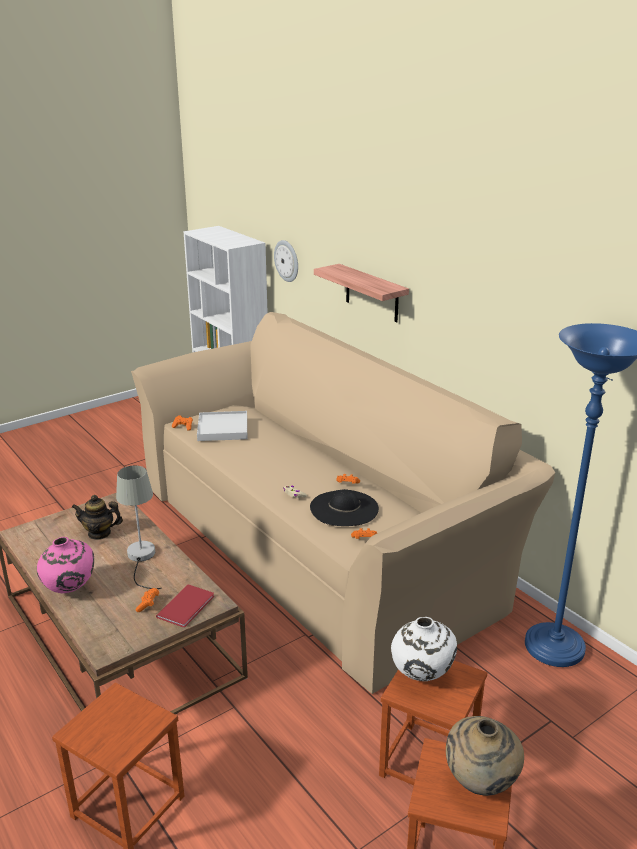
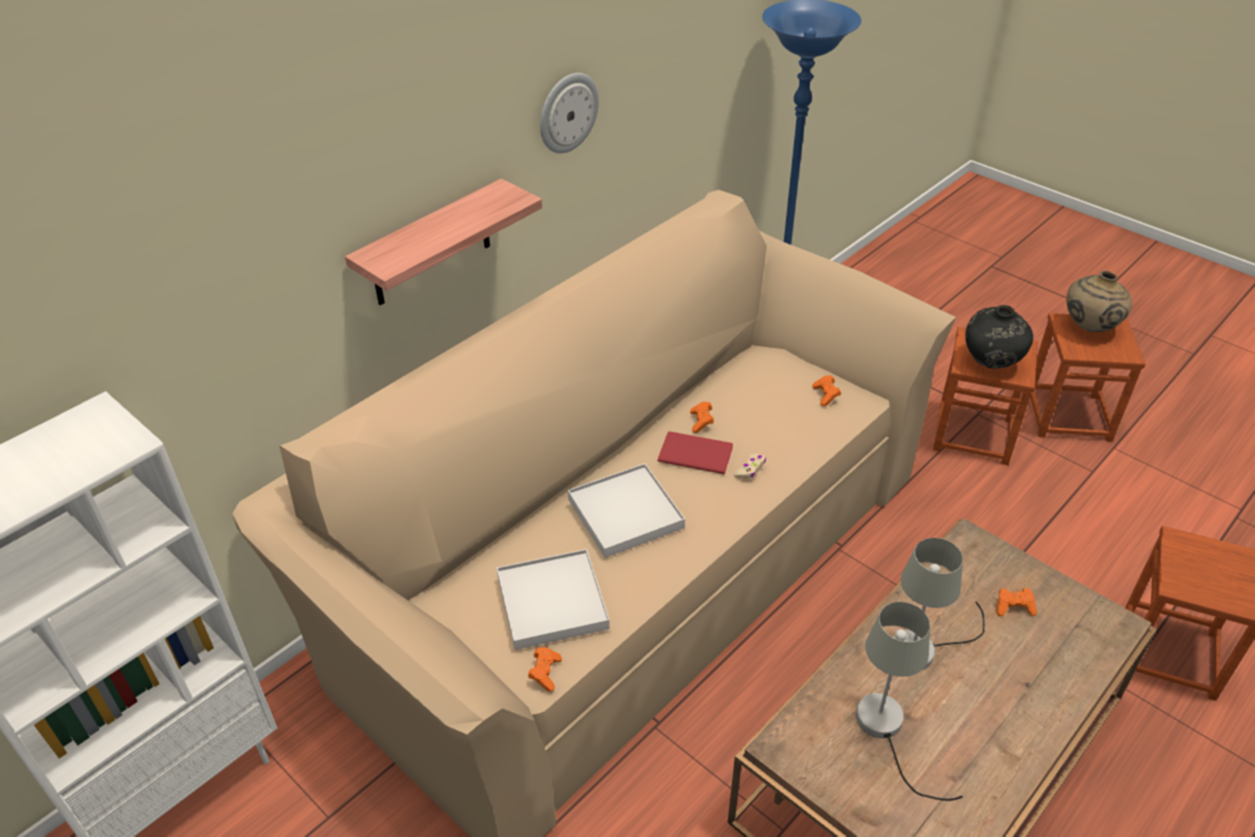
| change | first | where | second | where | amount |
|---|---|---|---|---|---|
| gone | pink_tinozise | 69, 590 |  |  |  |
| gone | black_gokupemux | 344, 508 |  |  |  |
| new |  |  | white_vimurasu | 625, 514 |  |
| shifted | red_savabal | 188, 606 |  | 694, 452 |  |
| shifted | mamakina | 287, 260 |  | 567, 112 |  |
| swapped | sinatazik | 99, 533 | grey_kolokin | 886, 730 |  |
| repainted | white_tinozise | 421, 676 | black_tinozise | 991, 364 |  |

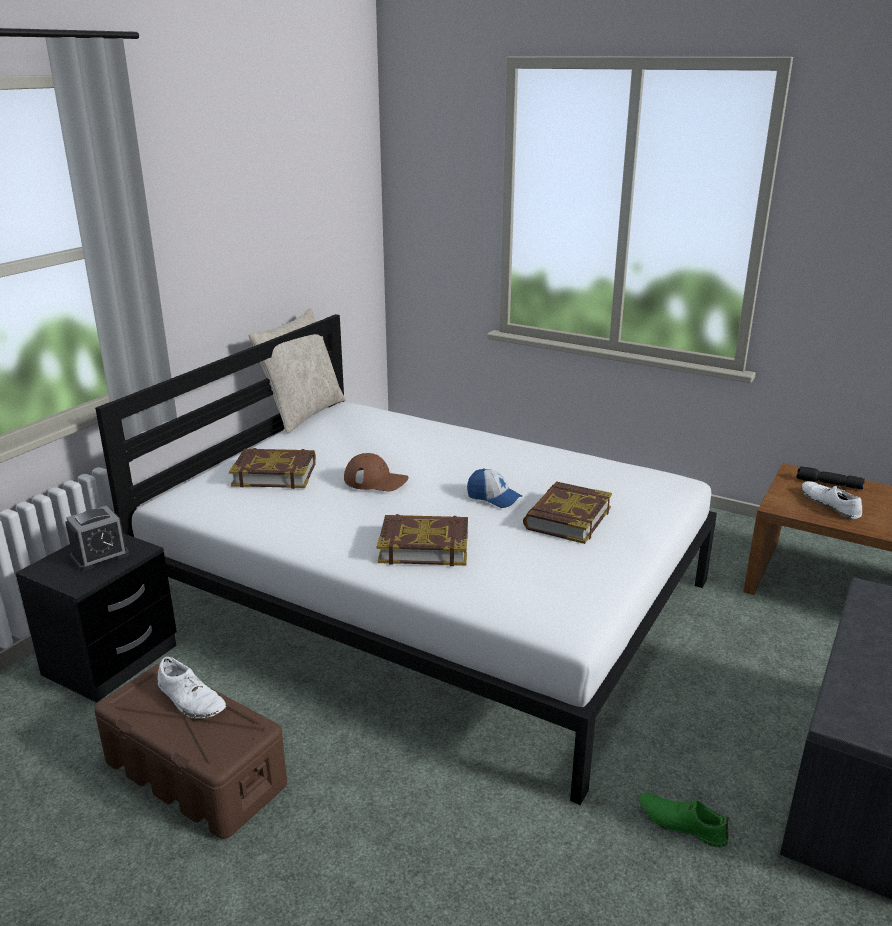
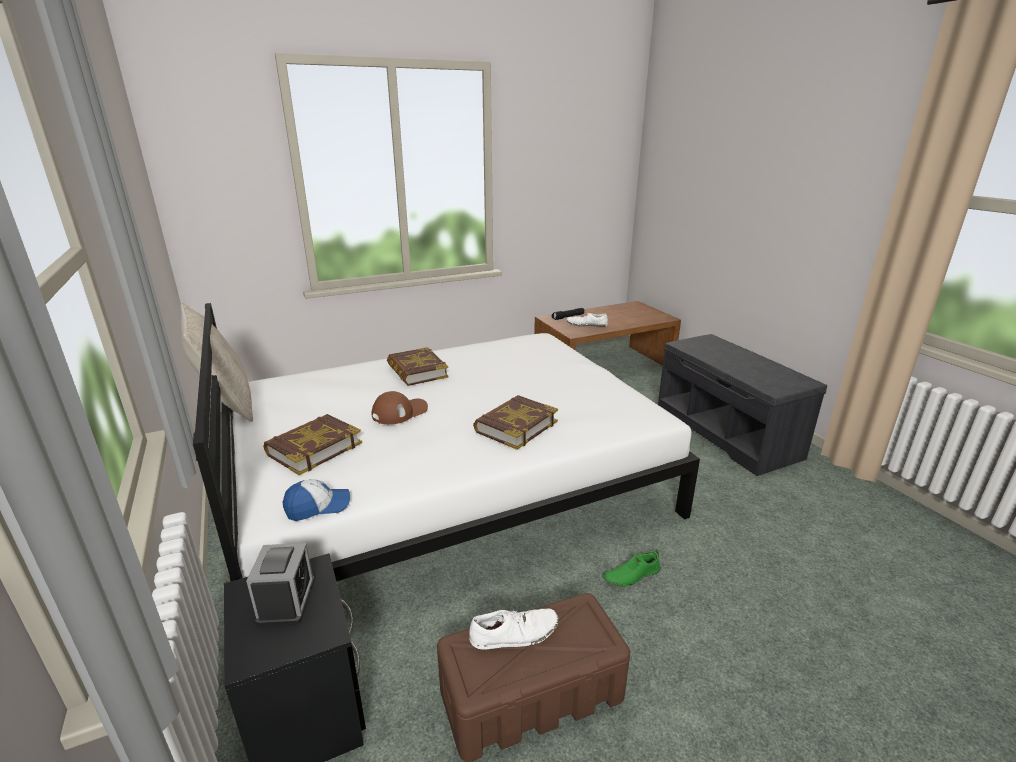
| change | first | where | second | where | amount |
|---|---|---|---|---|---|
| shifted | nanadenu | 493, 497 |  | 318, 507 |  |
| shifted | savabal | 567, 518 |  | 417, 371 |  |
| shifted | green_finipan | 681, 823 |  | 631, 575 |  |

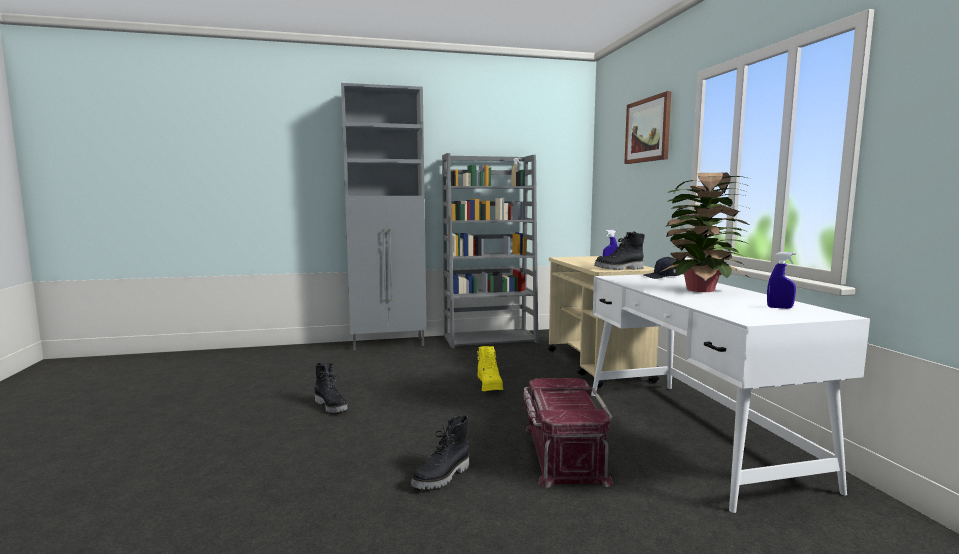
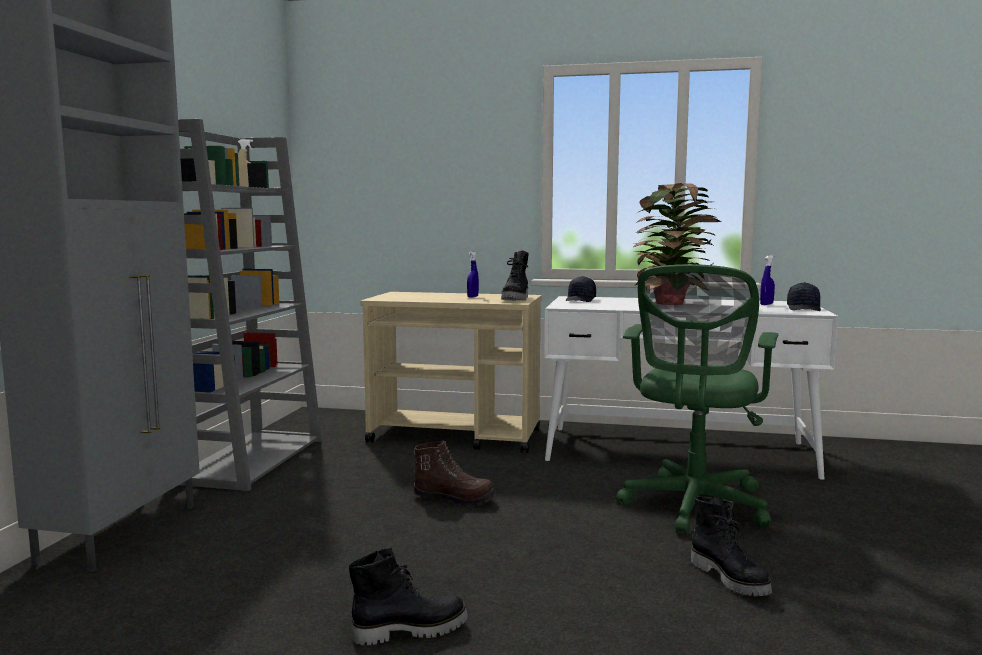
| change | first | where | second | where | amount |
|---|---|---|---|---|---|
| gone | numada | 648, 130 |  |  |  |
| new |  |  | black_nanadenu | 804, 308 |  |
| swapped | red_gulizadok | 562, 453 | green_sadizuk | 694, 507 |  |
| repainted | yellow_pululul | 489, 385 | brown_pululul | 454, 499 |  |

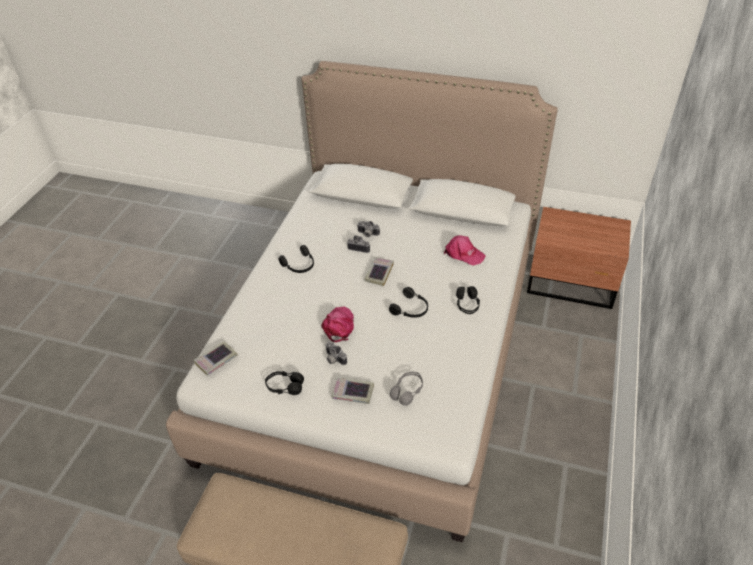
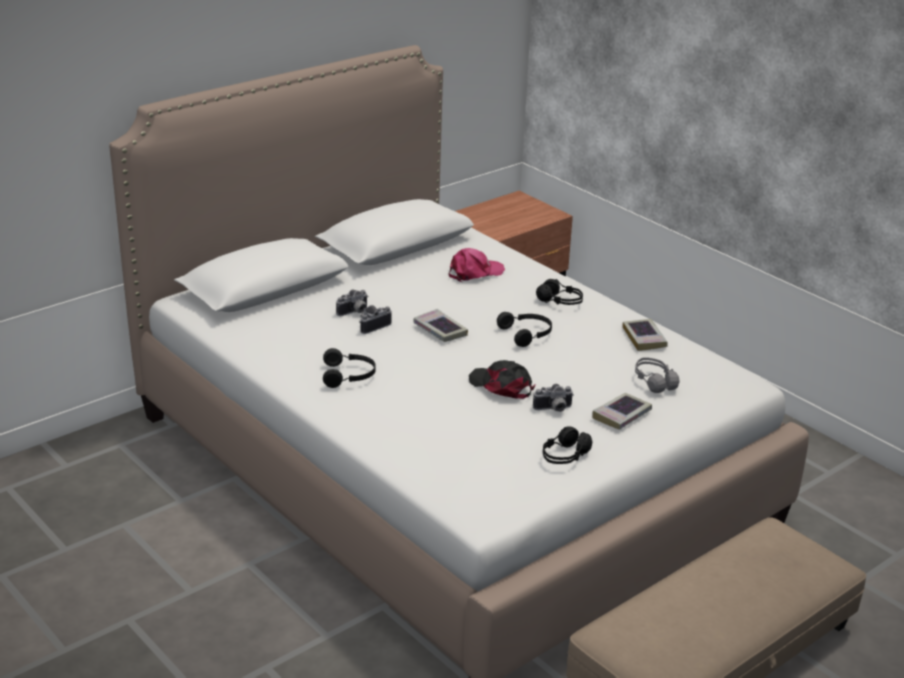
| change | first | where | second | where | amount |
|---|---|---|---|---|---|
| shifted | savabal | 216, 360 |  | 644, 338 |  |
| repainted | pink_nanadenu | 339, 326 | black_nanadenu | 501, 386 |  |

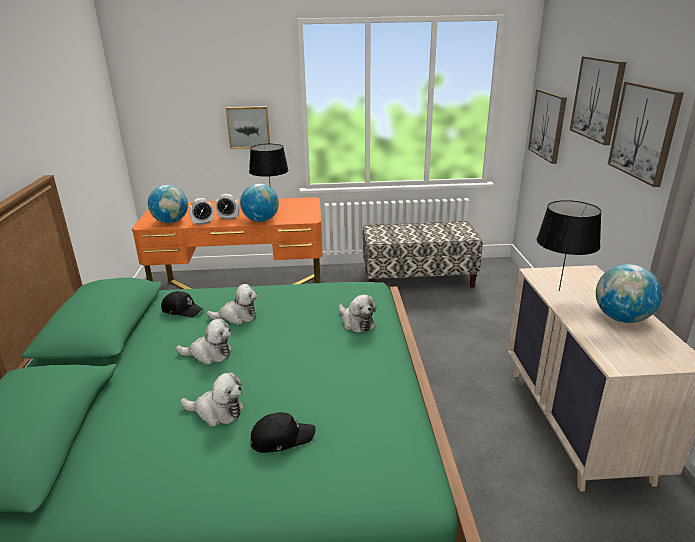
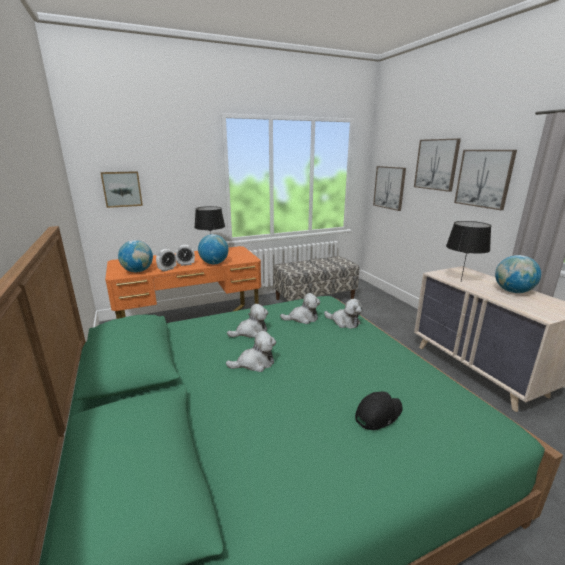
| change | first | where | second | where | amount |
|---|---|---|---|---|---|
| gone | black_nanadenu | 182, 310 |  |  |  |
| shifted | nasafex | 217, 412 |  | 302, 318 |  |
| shifted | numada | 248, 127 |  | 122, 189 |  |

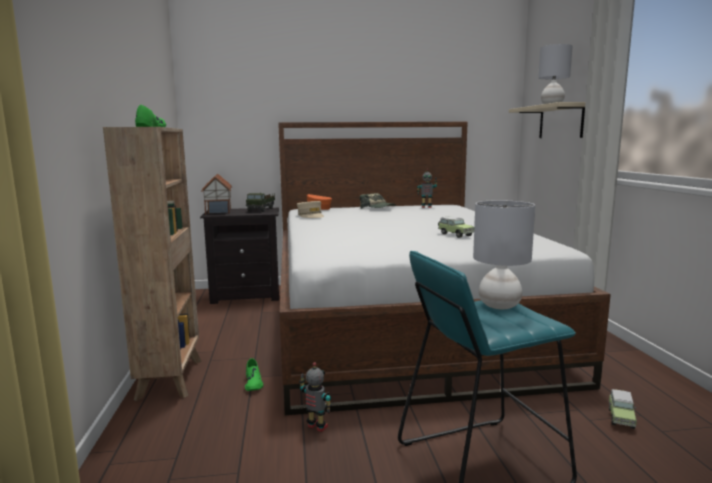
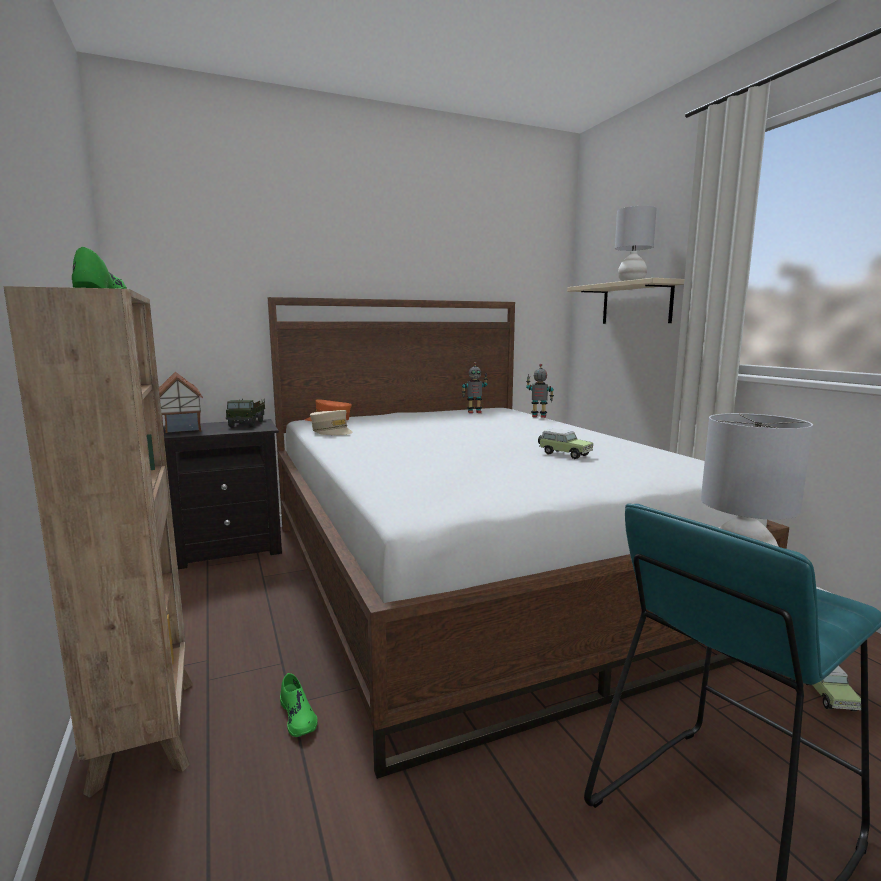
| change | first | where | second | where | amount |
|---|---|---|---|---|---|
| gone | nanadenu | 378, 208 |  |  |  |
| shifted | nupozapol | 316, 427 |  | 538, 416 |  |

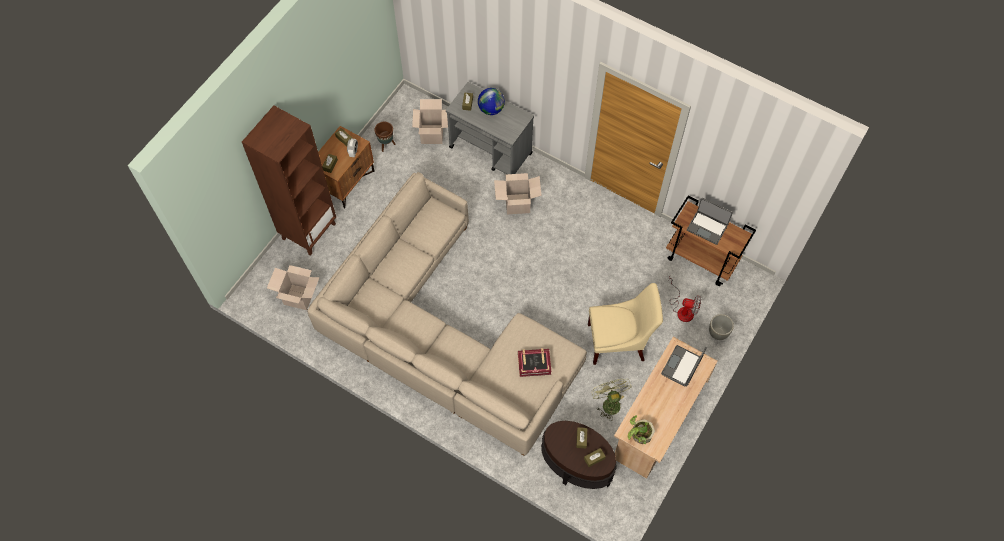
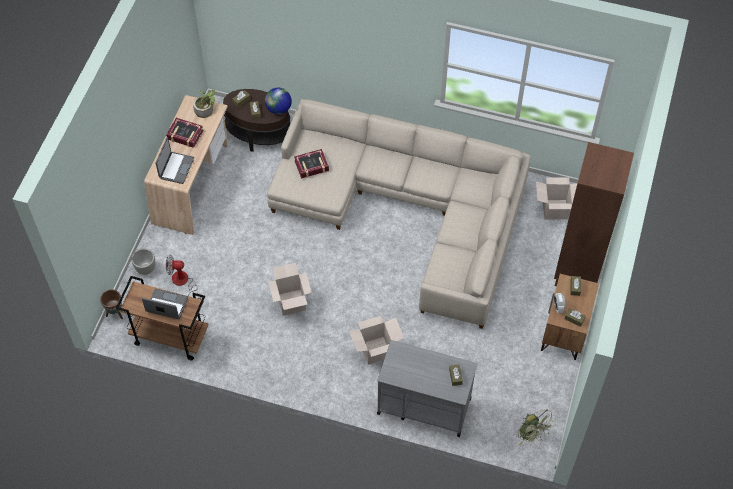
| change | first | where | second | where | amount |
|---|---|---|---|---|---|
| gone | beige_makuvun | 619, 342 |  |  |  |
| new |  |  | savabal | 185, 135 |  |
| shifted | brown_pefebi | 386, 144 |  | 115, 313 |  |
| shifted | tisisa | 432, 134 |  | 291, 302 |  |
| shifted | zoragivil | 491, 109 |  | 278, 109 |  |
| shifted | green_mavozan | 609, 402 |  | 532, 435 |  |

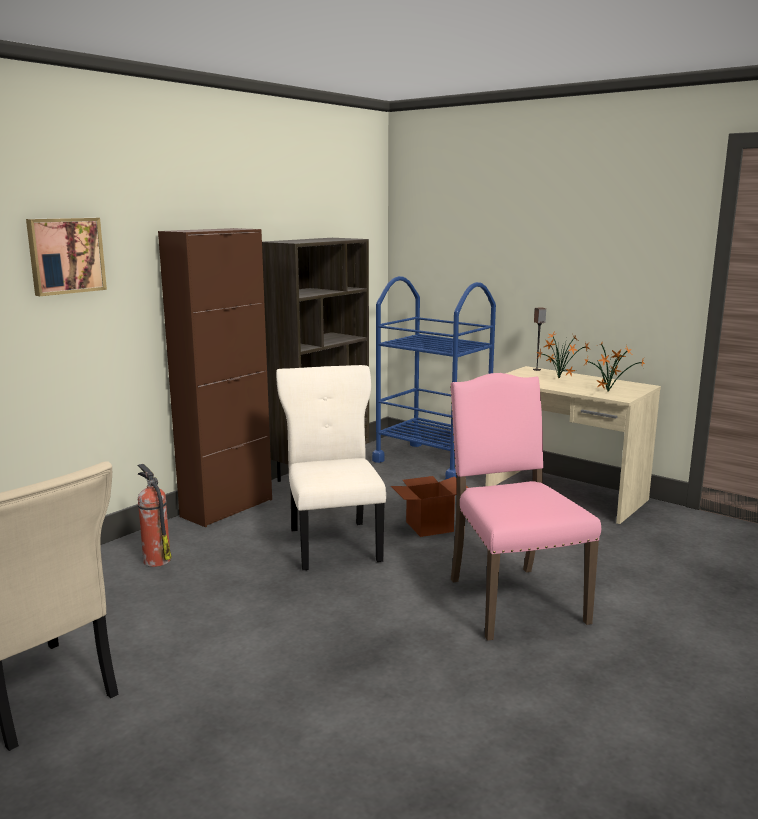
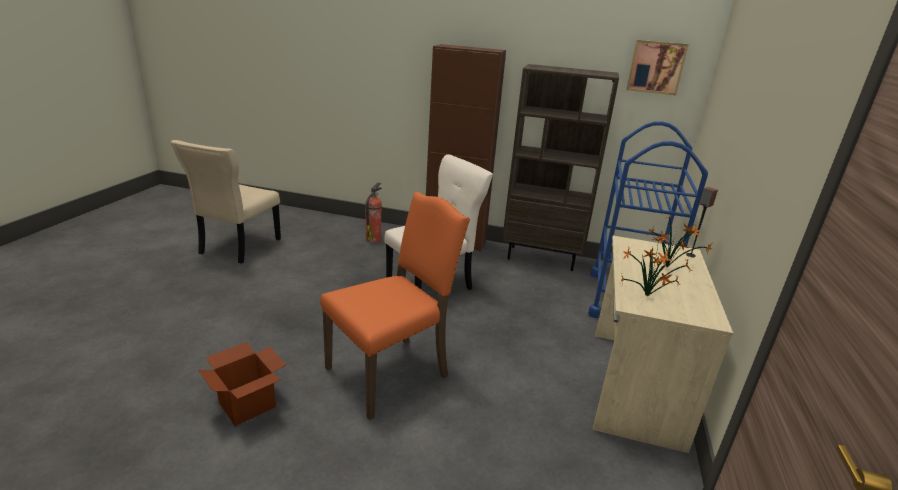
| change | first | where | second | where | amount |
|---|---|---|---|---|---|
| shifted | numada | 65, 255 |  | 656, 67 |  |
| shifted | tisisa | 429, 527 |  | 247, 405 |  |
| repainted | pink_makuvun | 512, 599 | orange_makuvun | 391, 372 |  |

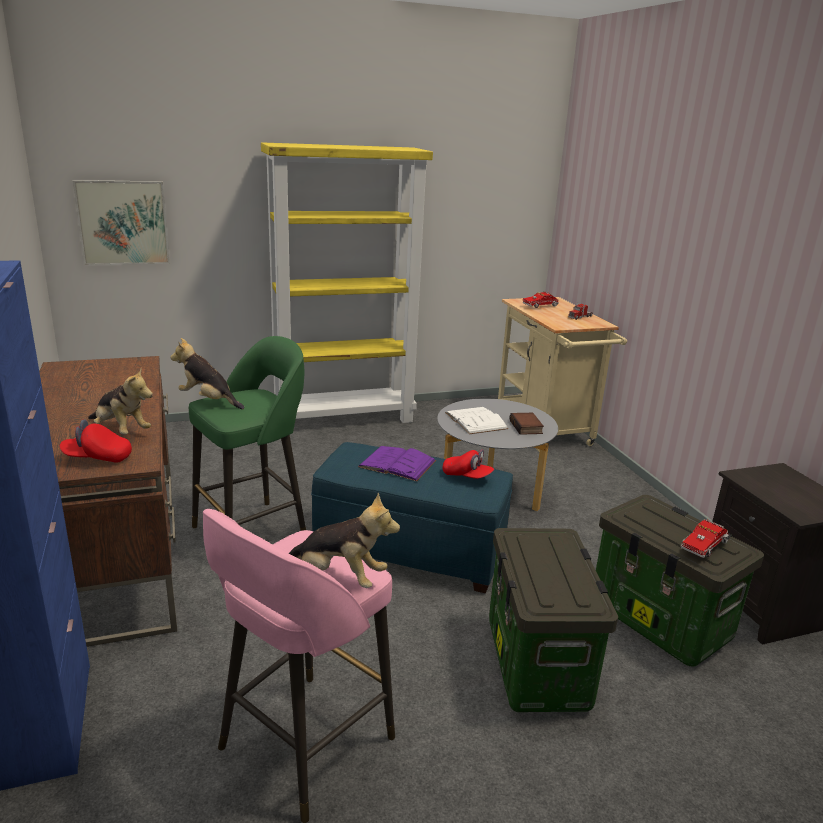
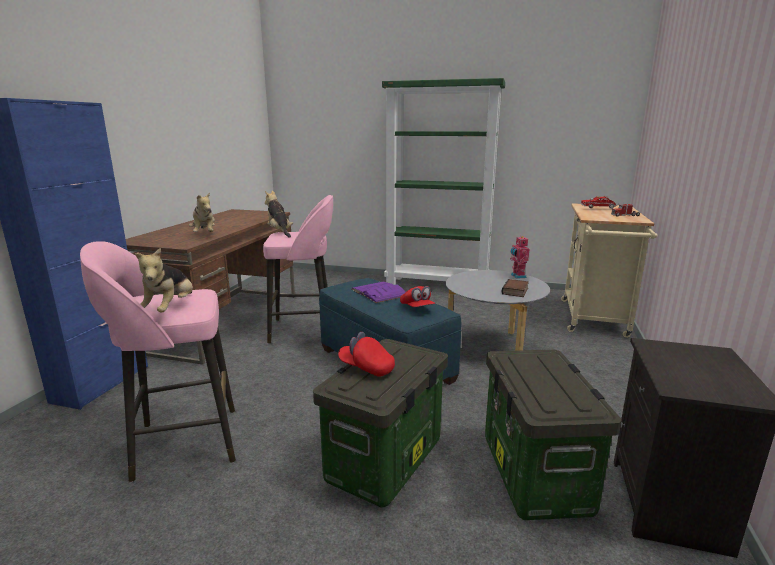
| change | first | where | second | where | amount |
|---|---|---|---|---|---|
| gone | numada | 123, 223 |  |  |  |
| gone | white_savabal | 476, 420 |  |  |  |
| gone | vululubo | 704, 545 |  |  |  |
| new |  |  | nupozapol | 517, 276 |  |
| shifted | red_nanadenu | 98, 458 |  | 366, 368 |  |
| repainted | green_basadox | 253, 532 | pink_basadox | 304, 330 |  |
| repainted | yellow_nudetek | 344, 418 | green_nudetek | 438, 285 |  |
| rotated | nasafex | 337, 578 |  | 170, 309 | 45 degrees clockwise |

